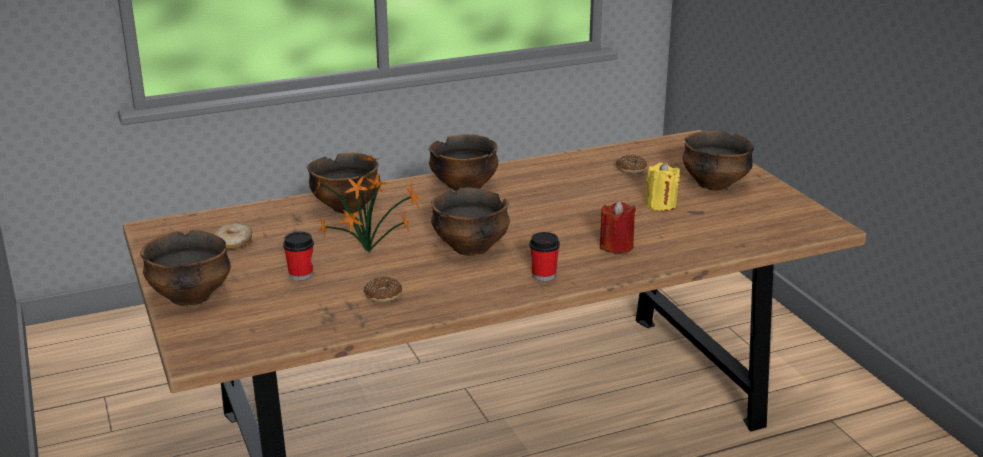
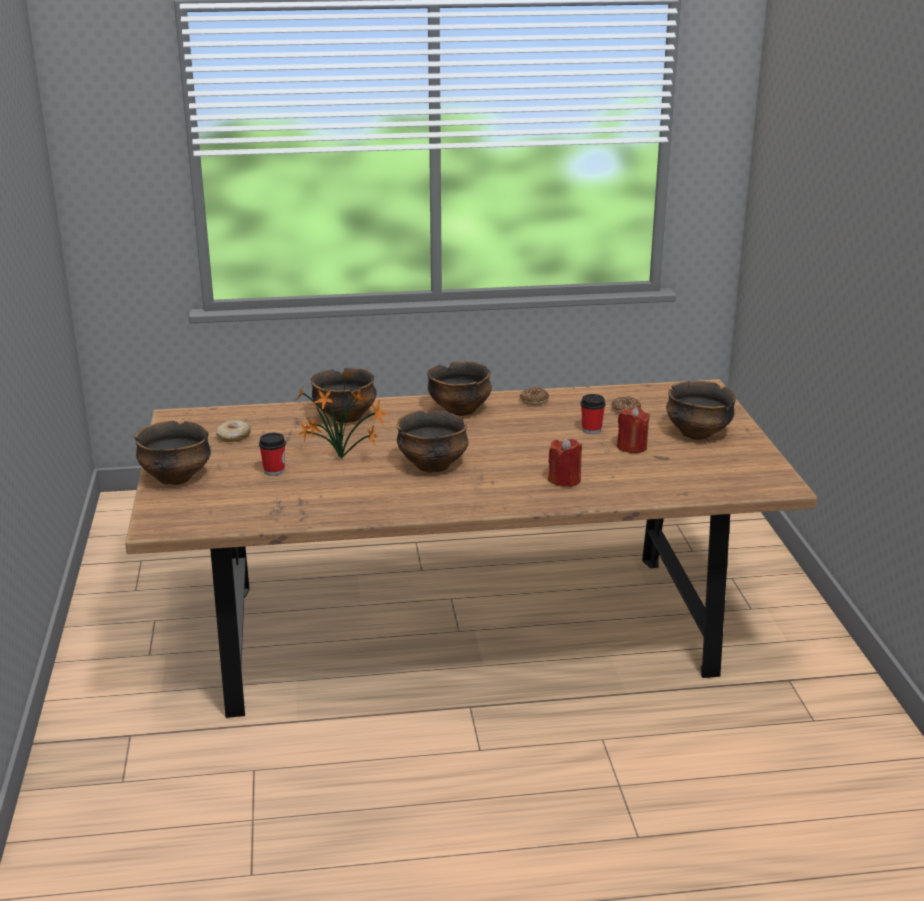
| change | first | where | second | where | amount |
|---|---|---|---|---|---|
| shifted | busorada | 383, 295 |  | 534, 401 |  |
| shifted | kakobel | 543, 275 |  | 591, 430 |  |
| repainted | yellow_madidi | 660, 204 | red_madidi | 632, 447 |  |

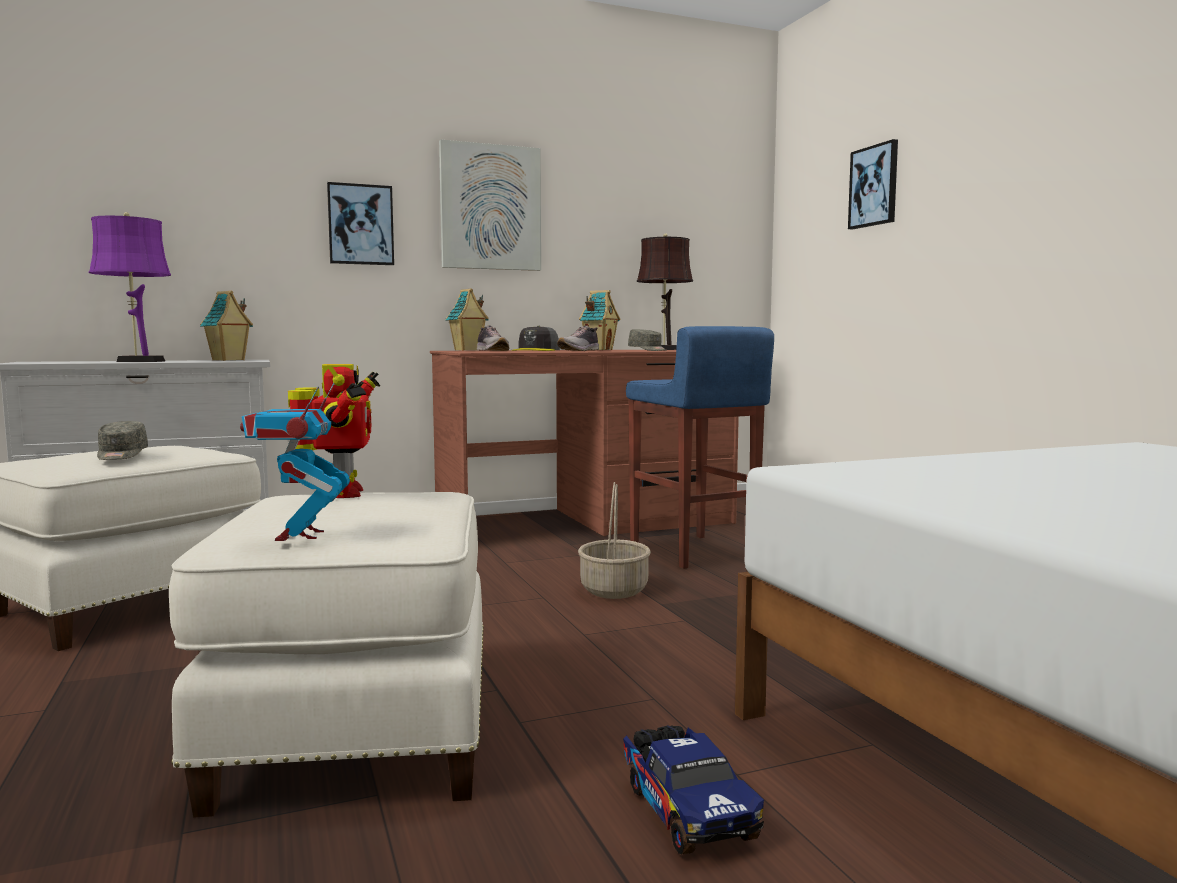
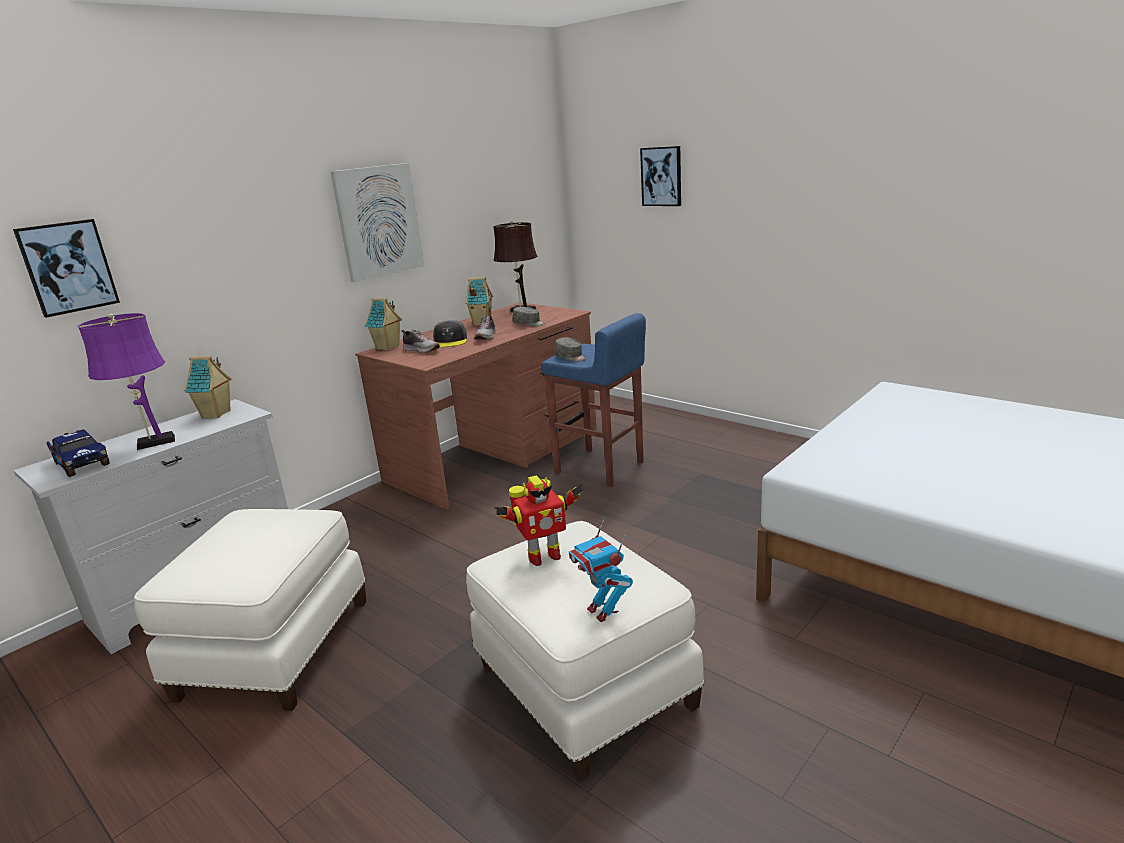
| change | first | where | second | where | amount |
|---|---|---|---|---|---|
| gone | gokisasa | 613, 589 |  |  |  |
| shifted | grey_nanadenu | 121, 455 |  | 571, 357 |  |
| shifted | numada | 360, 224 |  | 68, 267 |  |
| shifted | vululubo | 686, 809 |  | 81, 463 |  |
| rotated | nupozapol | 342, 494 |  | 543, 556 | 105 degrees clockwise |

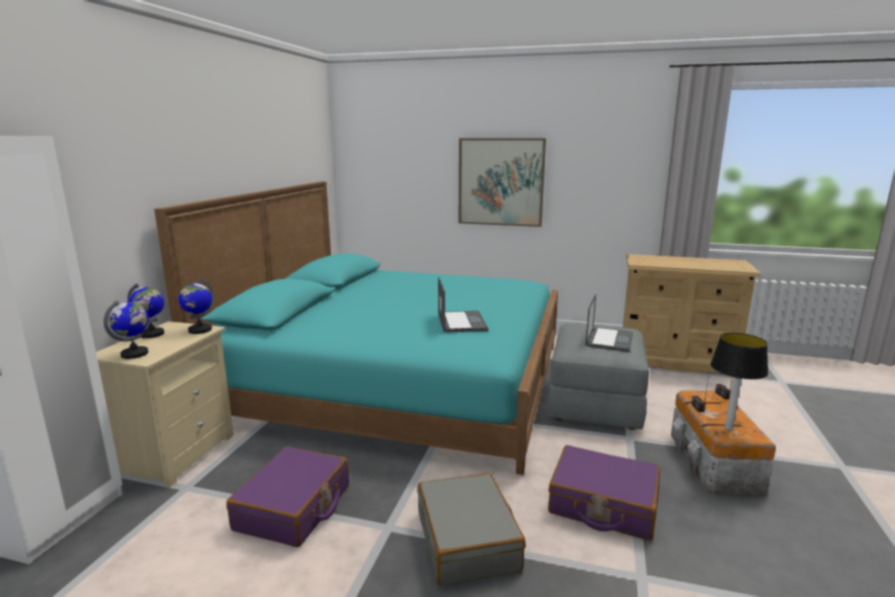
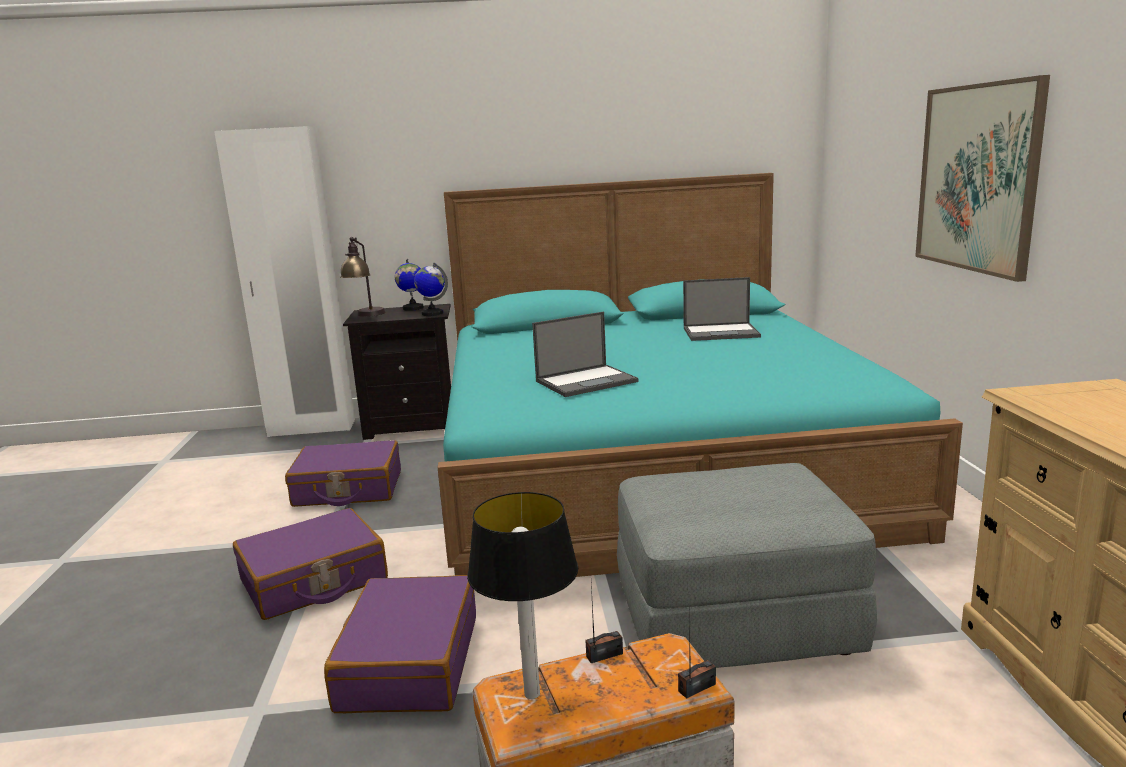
| change | first | where | second | where | amount |
|---|---|---|---|---|---|
| shifted | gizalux | 609, 339 |  | 722, 332 |  |
| swapped | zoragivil | 135, 354 | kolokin | 366, 316 |  |
| repainted | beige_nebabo | 177, 454 | black_nebabo | 412, 425 |  |
| repainted | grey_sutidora | 468, 540 | purple_sutidora | 313, 580 |  |

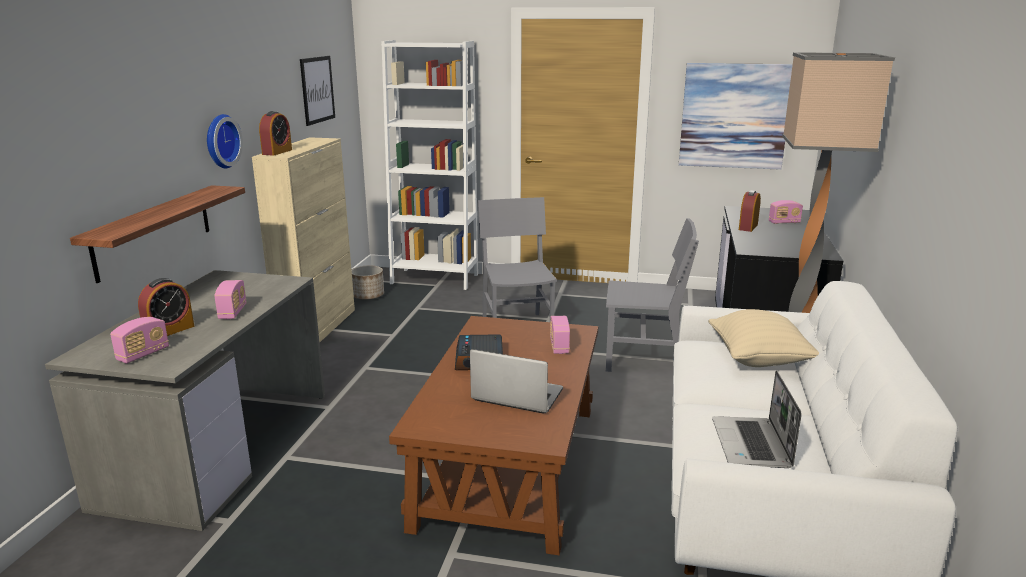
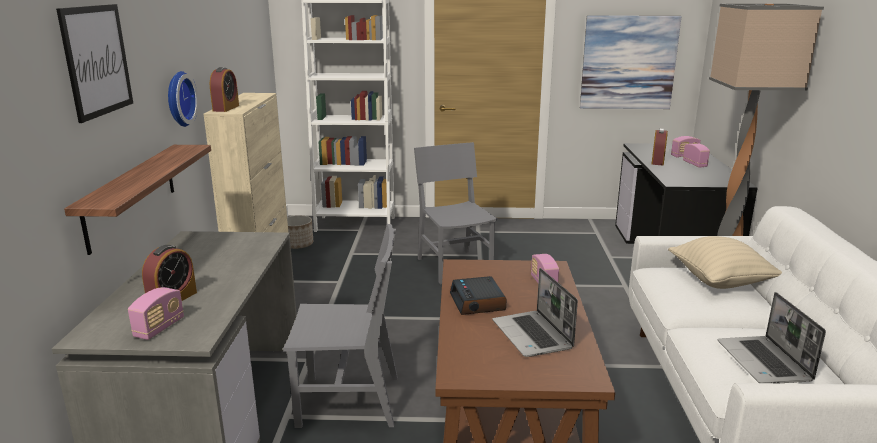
| change | first | where | second | where | amount |
|---|---|---|---|---|---|
| shifted | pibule | 233, 312 |  | 694, 164 |  |
| shifted | numada | 317, 89 |  | 97, 60 |  |
| shifted | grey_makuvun | 644, 359 |  | 349, 401 |  |
| rotated | gizalux | 516, 396 |  | 533, 335 | 120 degrees counterclockwise |

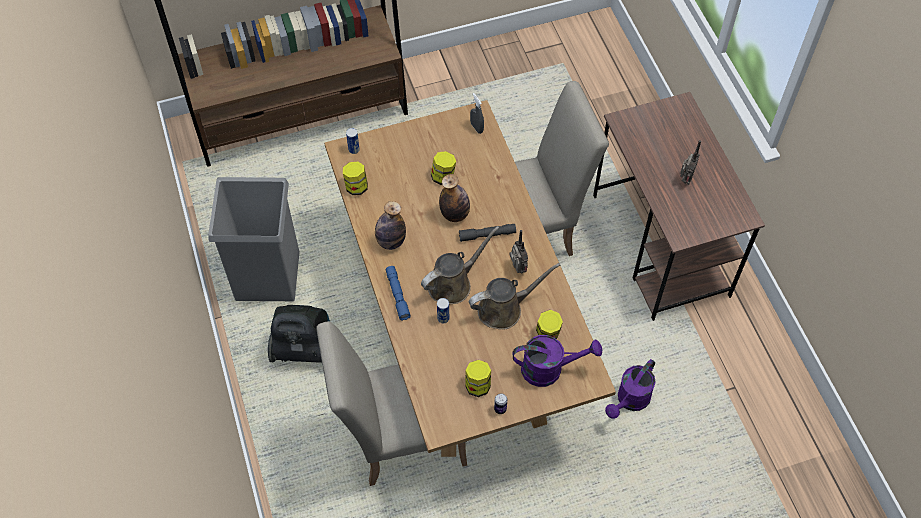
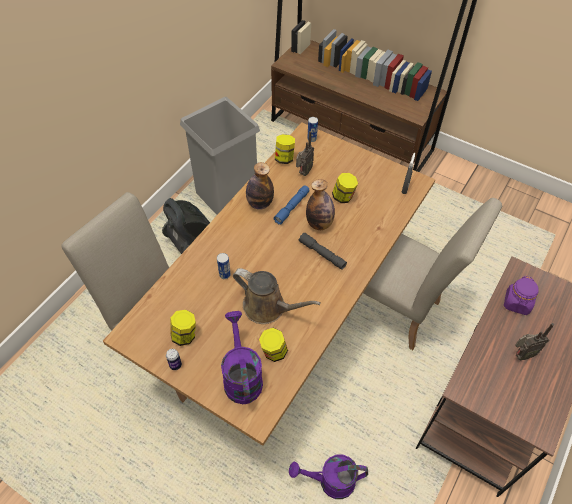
| change | first | where | second | where | amount |
|---|---|---|---|---|---|
| gone | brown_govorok | 453, 284 |  |  |  |
| new |  |  | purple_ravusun | 517, 303 |  |
| shifted | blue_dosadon | 397, 295 |  | 292, 207 |  |
| shifted | pibule | 517, 269 |  | 303, 172 |  |
| rotated | purple_govorok | 549, 369 |  | 241, 376 | 150 degrees counterclockwise |

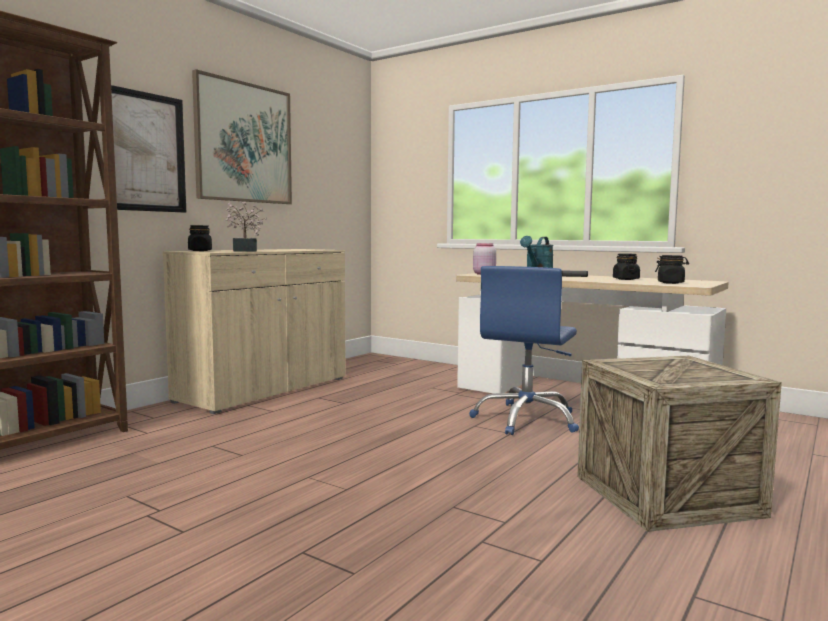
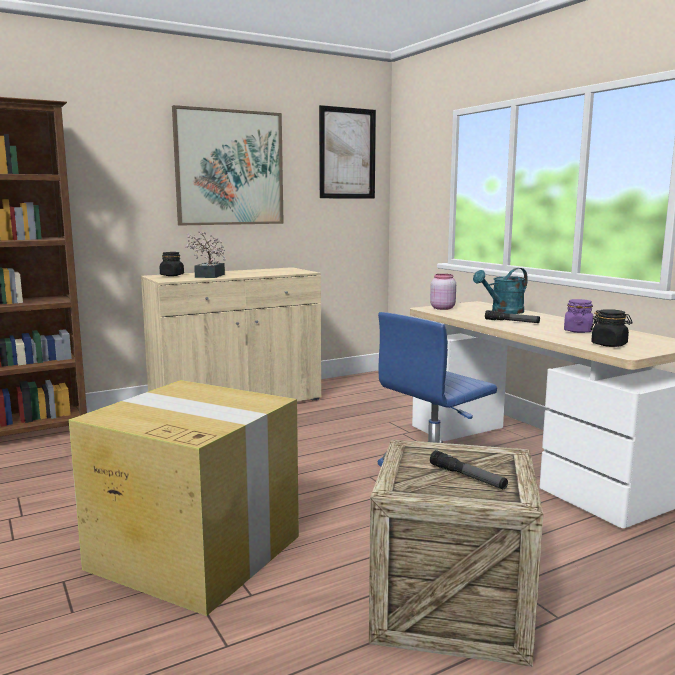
| change | first | where | second | where | amount |
|---|---|---|---|---|---|
| new |  |  | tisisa | 193, 551 |  |
| new |  |  | dosadon | 467, 477 |  |
| shifted | numada | 145, 152 |  | 347, 153 |  |
| repainted | black_ravusun | 625, 279 | purple_ravusun | 577, 331 |  |

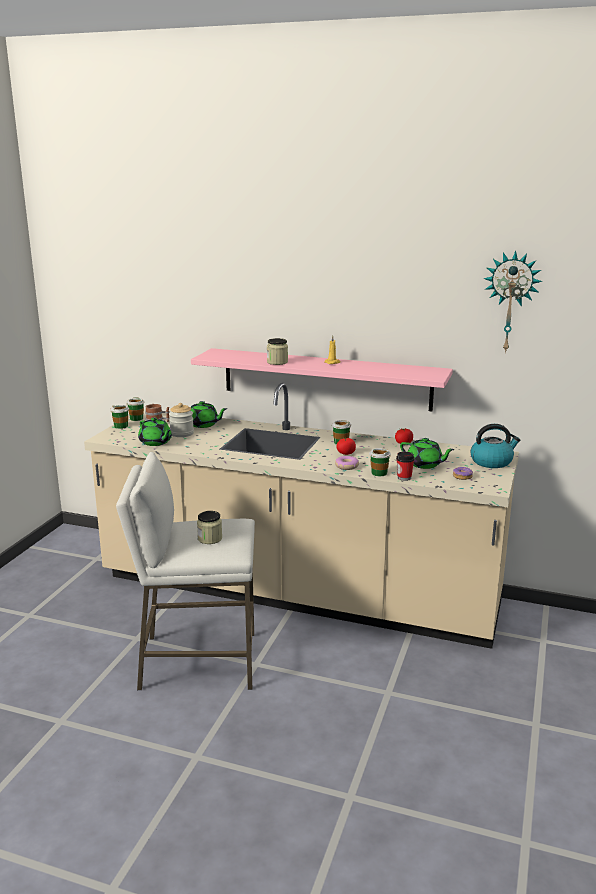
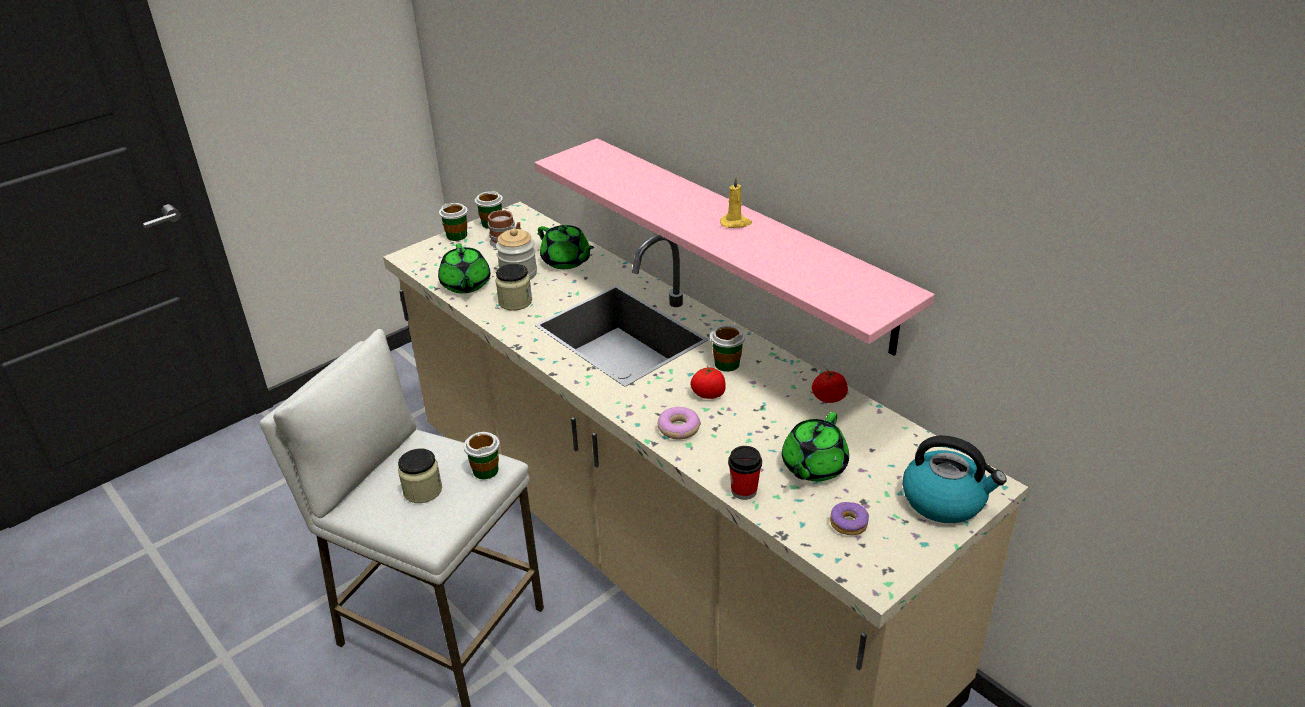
| change | first | where | second | where | amount |
|---|---|---|---|---|---|
| gone | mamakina | 510, 302 |  |  |  |
| shifted | ravusun | 277, 362 |  | 515, 302 |  |
| shifted | kakobel | 379, 473 |  | 485, 470 |  |
| rotated | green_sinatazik | 425, 464 |  | 813, 466 | 60 degrees clockwise |

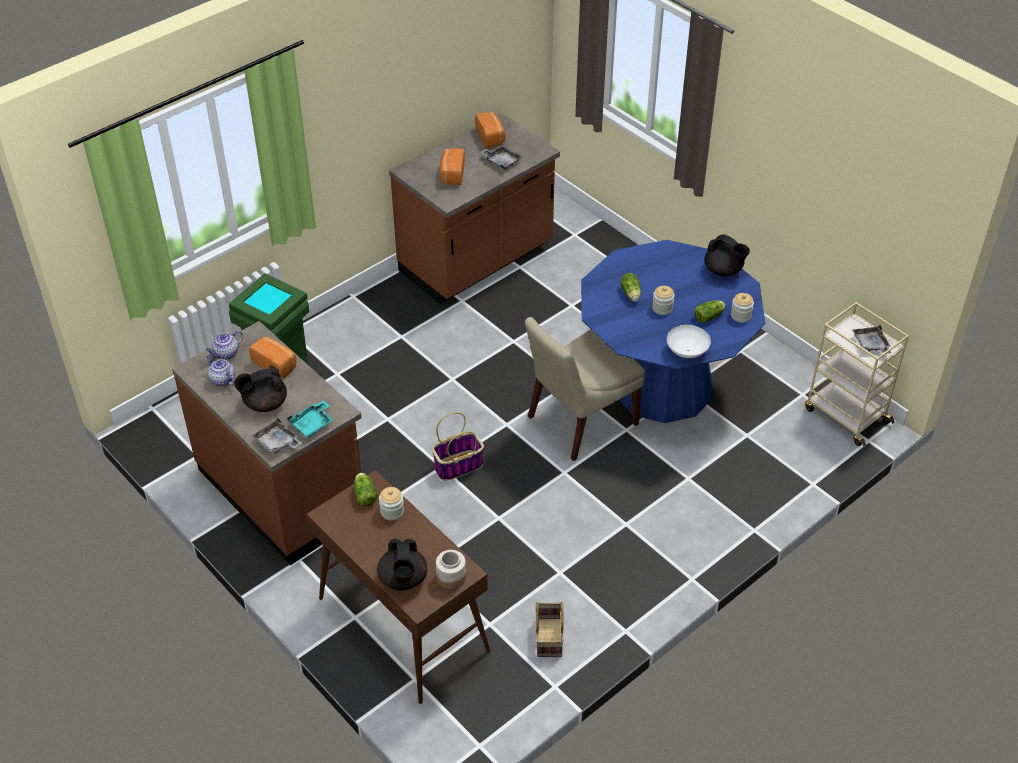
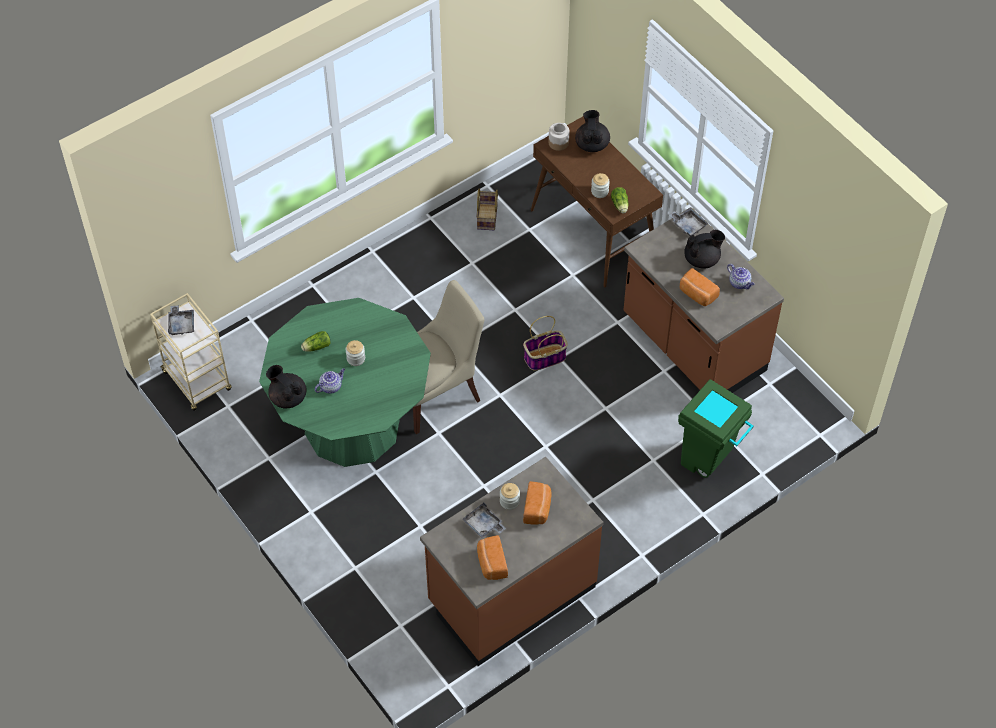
| change | first | where | second | where | amount |
|---|---|---|---|---|---|
| gone | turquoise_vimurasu | 312, 424 |  |  |  |
| gone | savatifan | 631, 294 |  |  |  |
| gone | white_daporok | 687, 352 |  |  |  |
| shifted | sinatazik | 226, 354 |  | 331, 386 |  |
| shifted | ravusun | 740, 316 |  | 509, 501 |  |
| repainted | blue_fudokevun | 662, 384 | green_fudokevun | 352, 425 |  |

